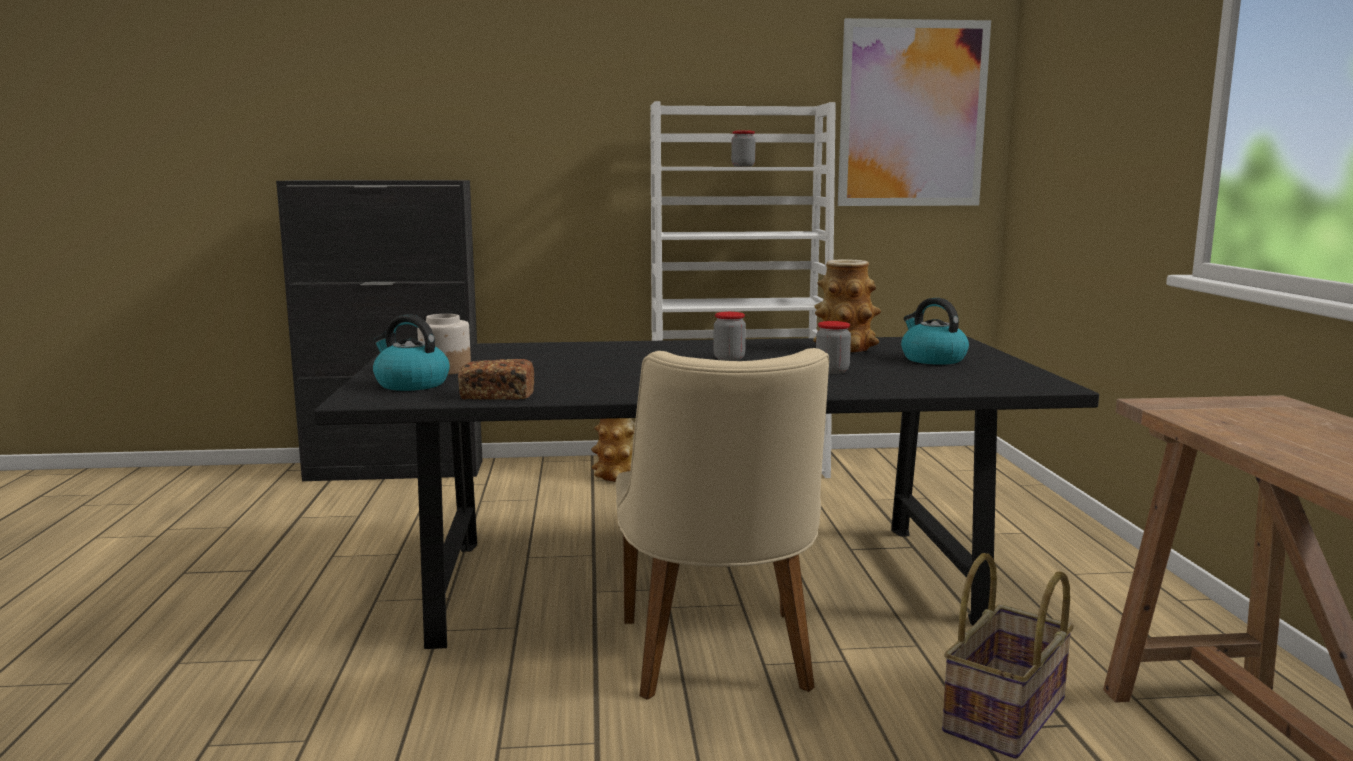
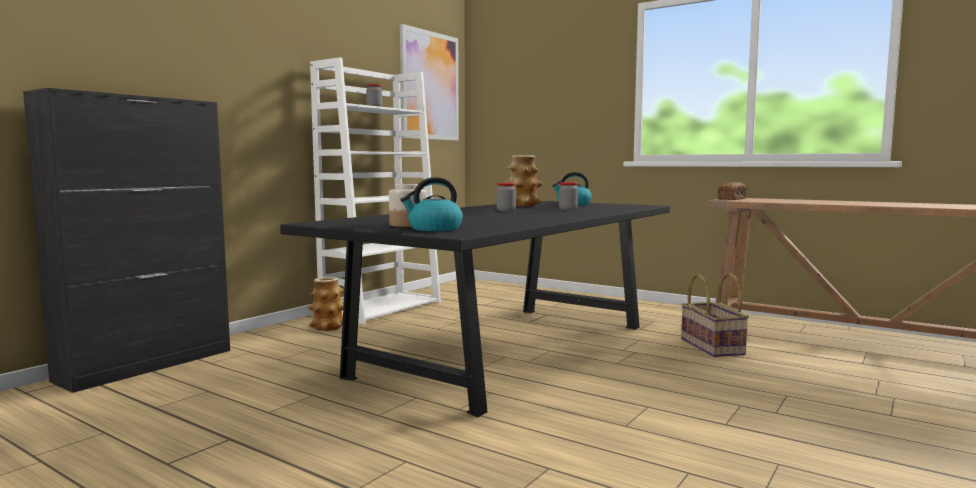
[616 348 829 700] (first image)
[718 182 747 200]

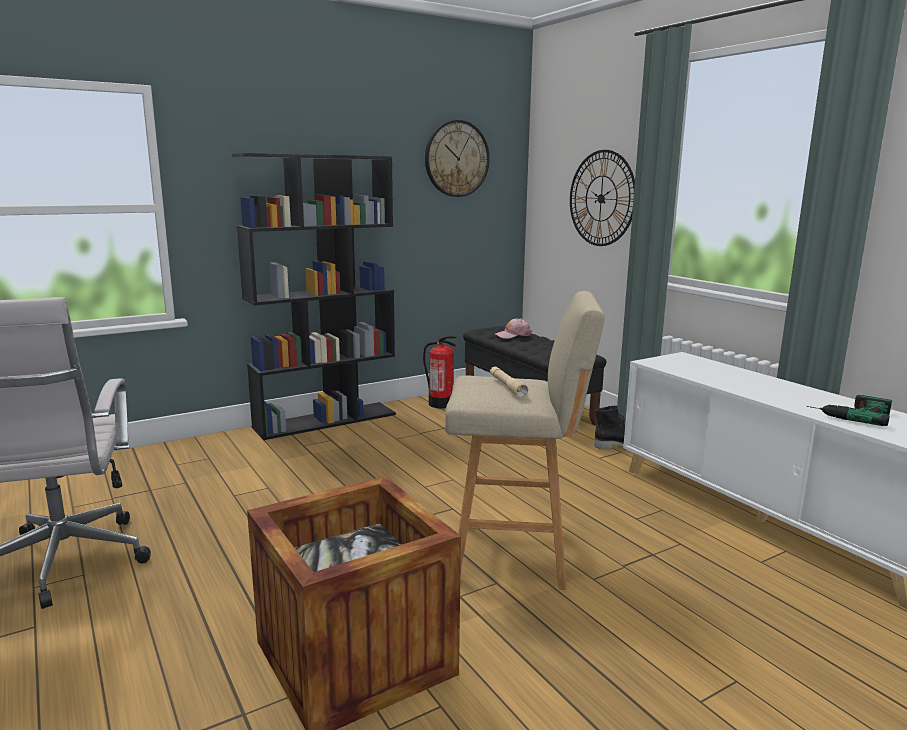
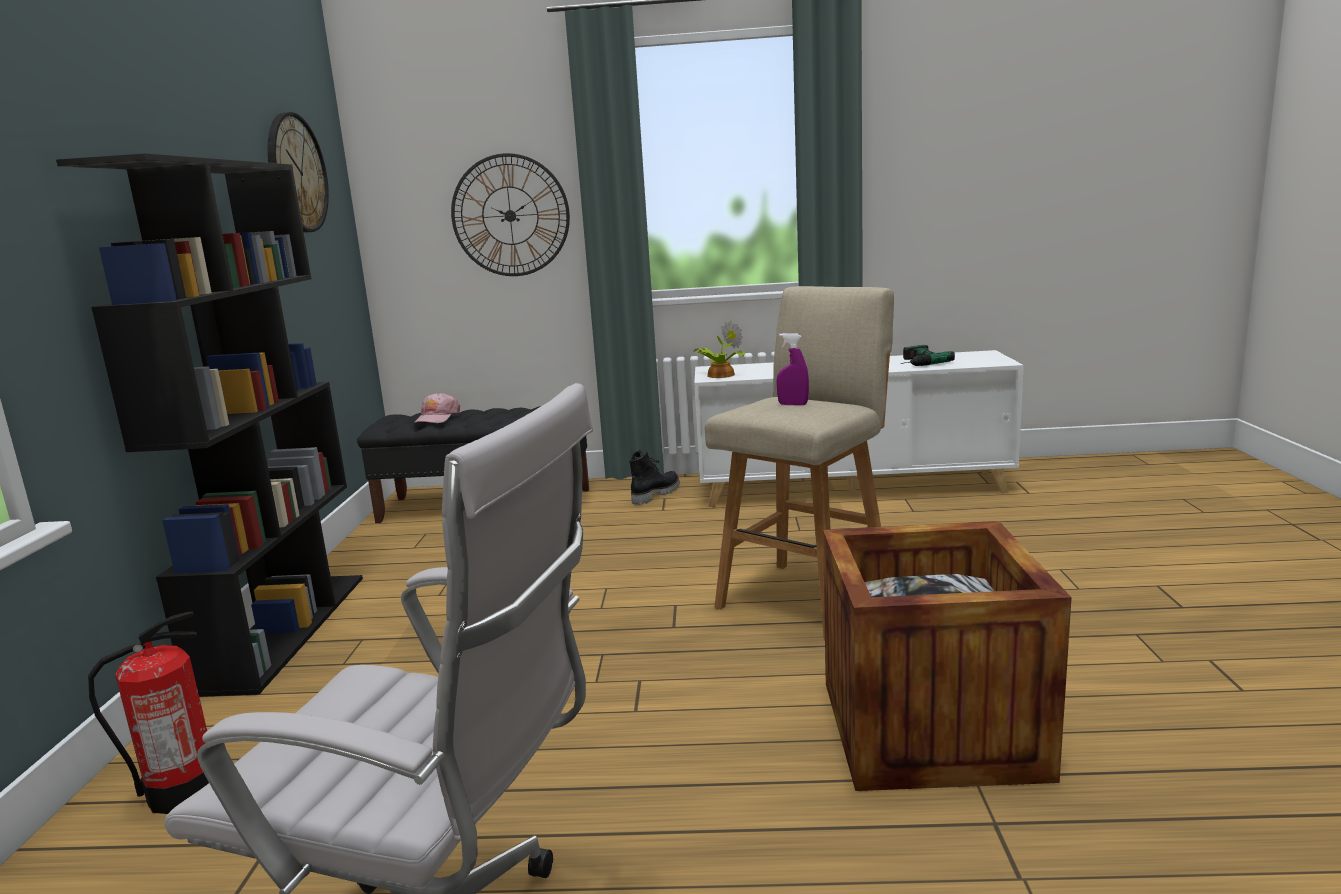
[693 320 745 378]
[88 611 209 814]
[777 333 809 405]

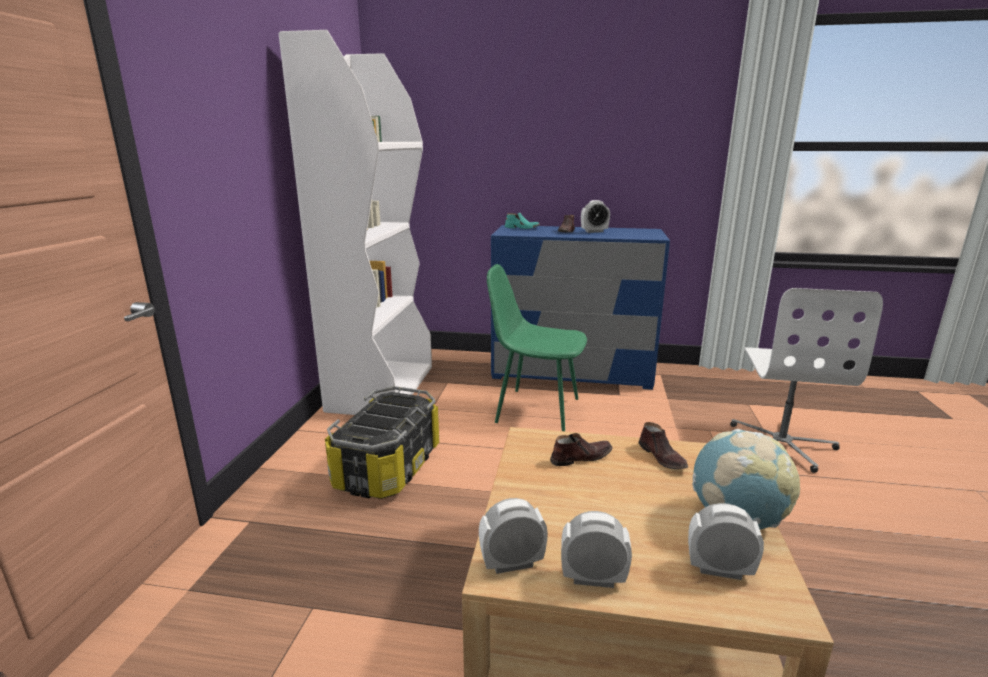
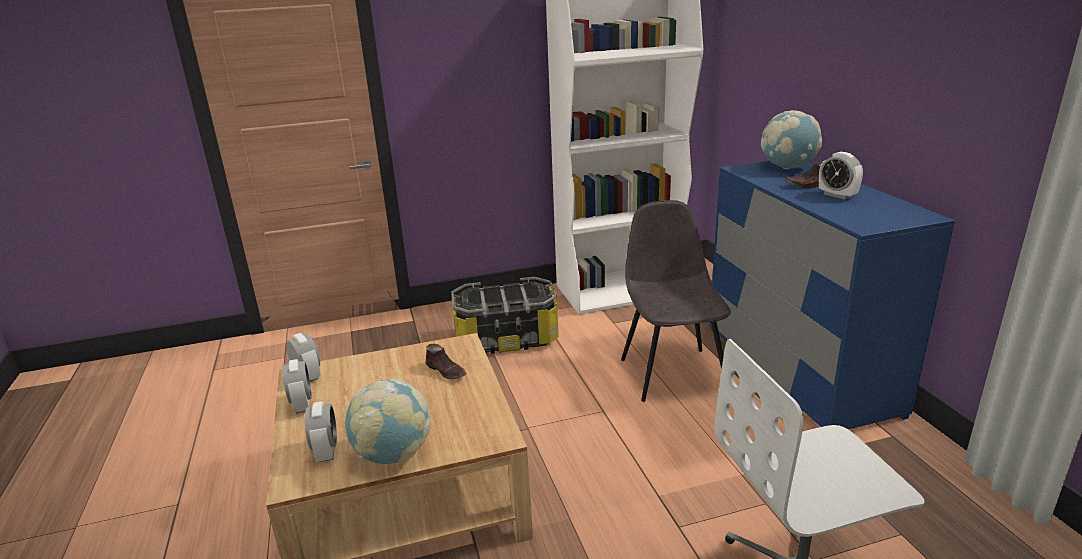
[639 422 688 469] (first image)
[761 110 822 170]
[621 200 731 402]

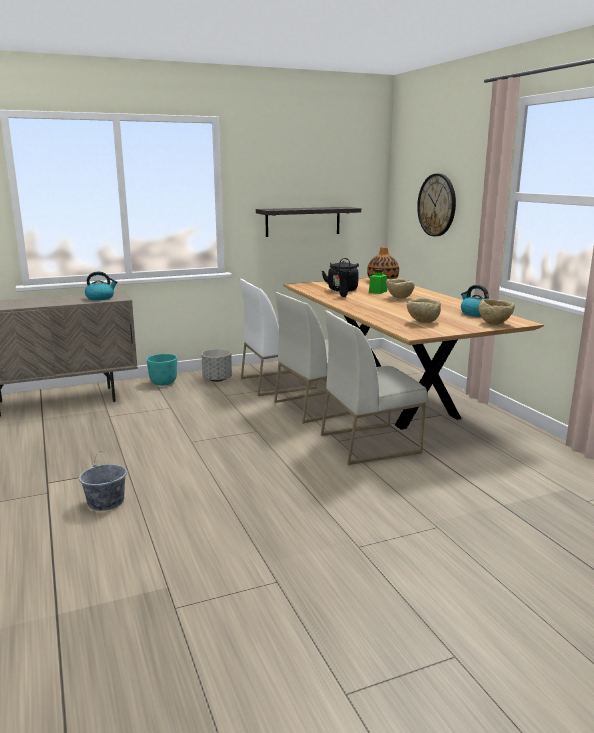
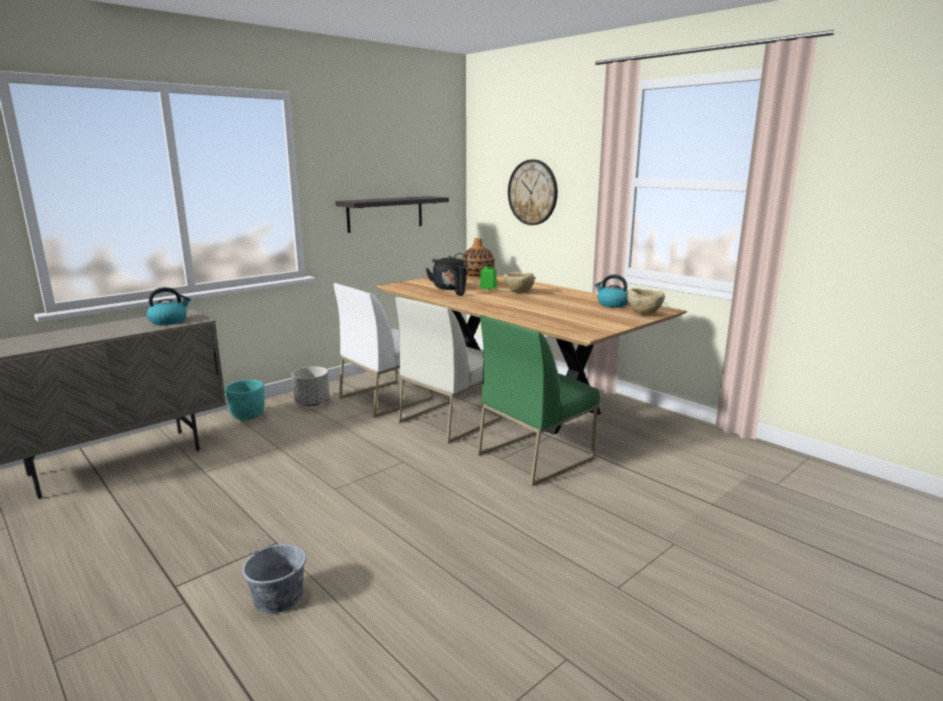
[407 298 441 323] (first image)
[477 315 600 486]

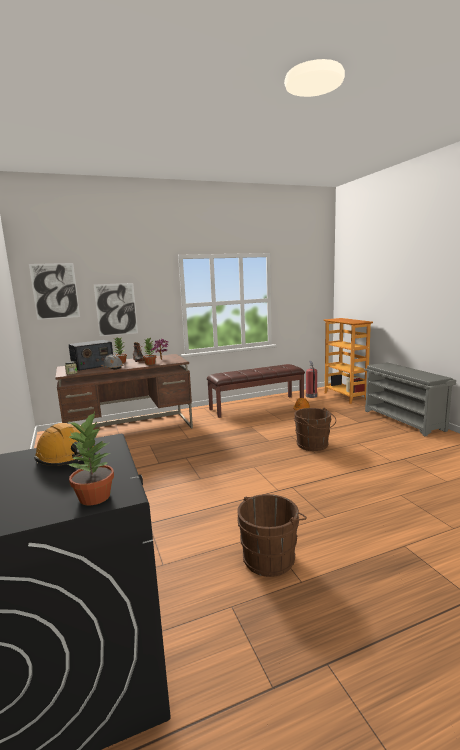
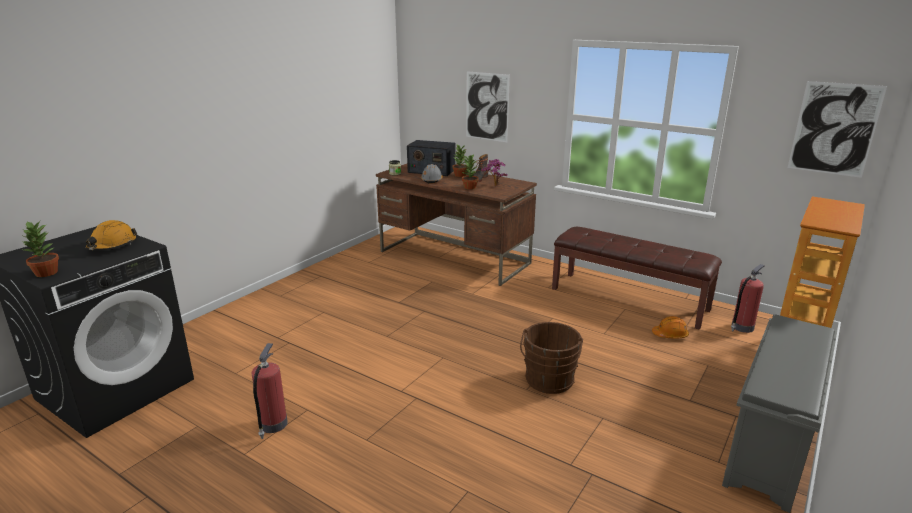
[788 81 887 178]
[252 343 288 439]

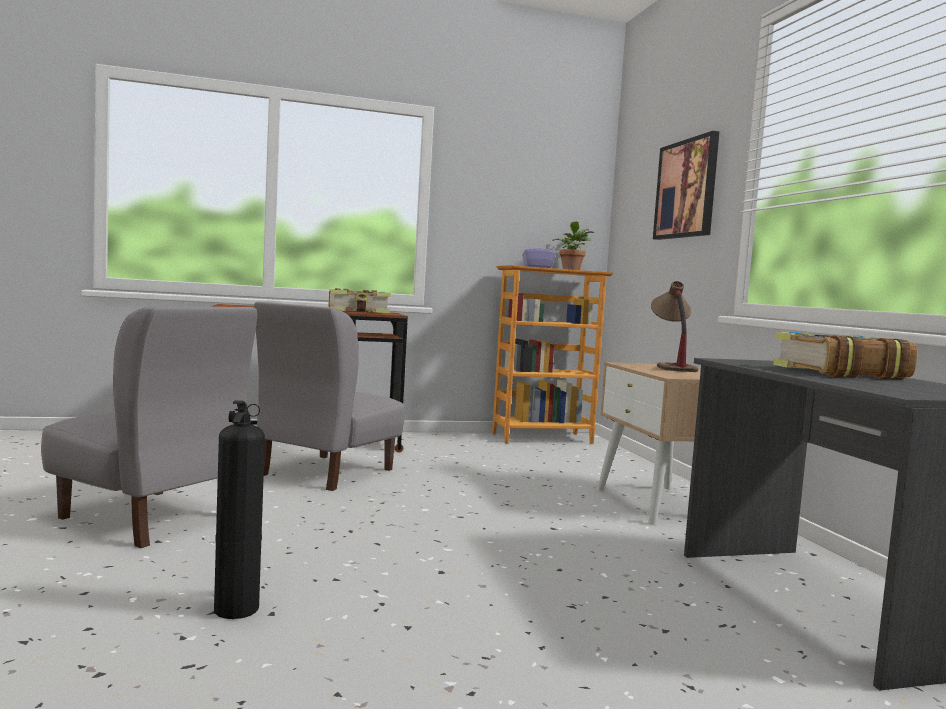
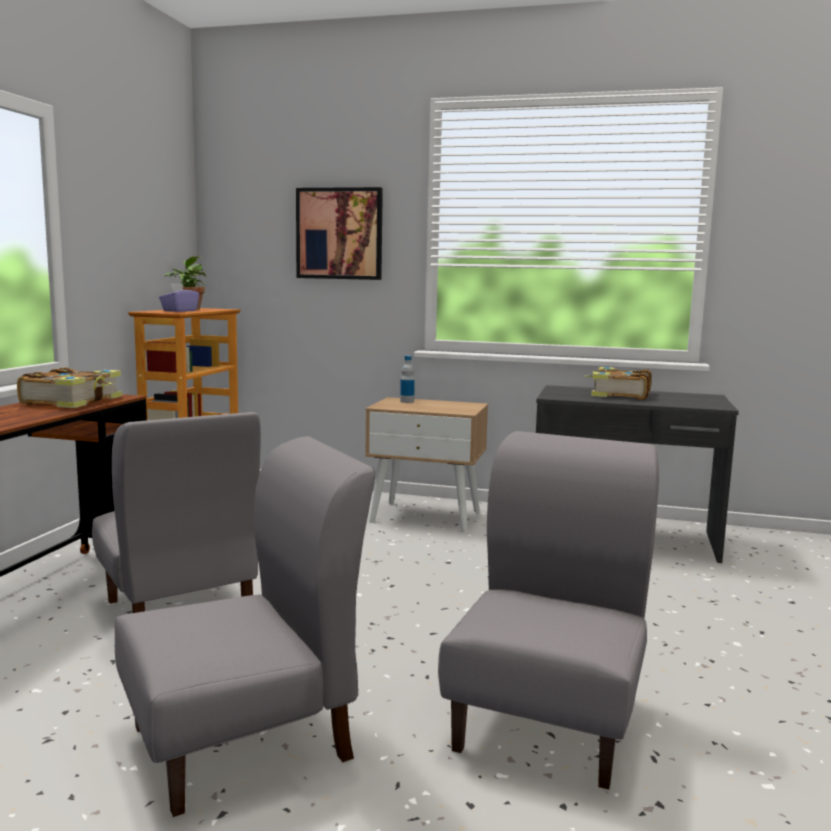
[438 431 659 790]
[400 355 415 403]

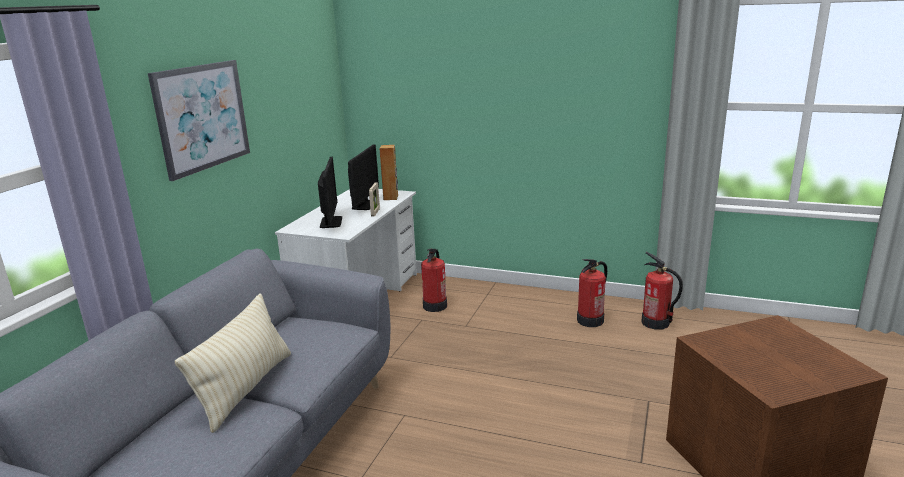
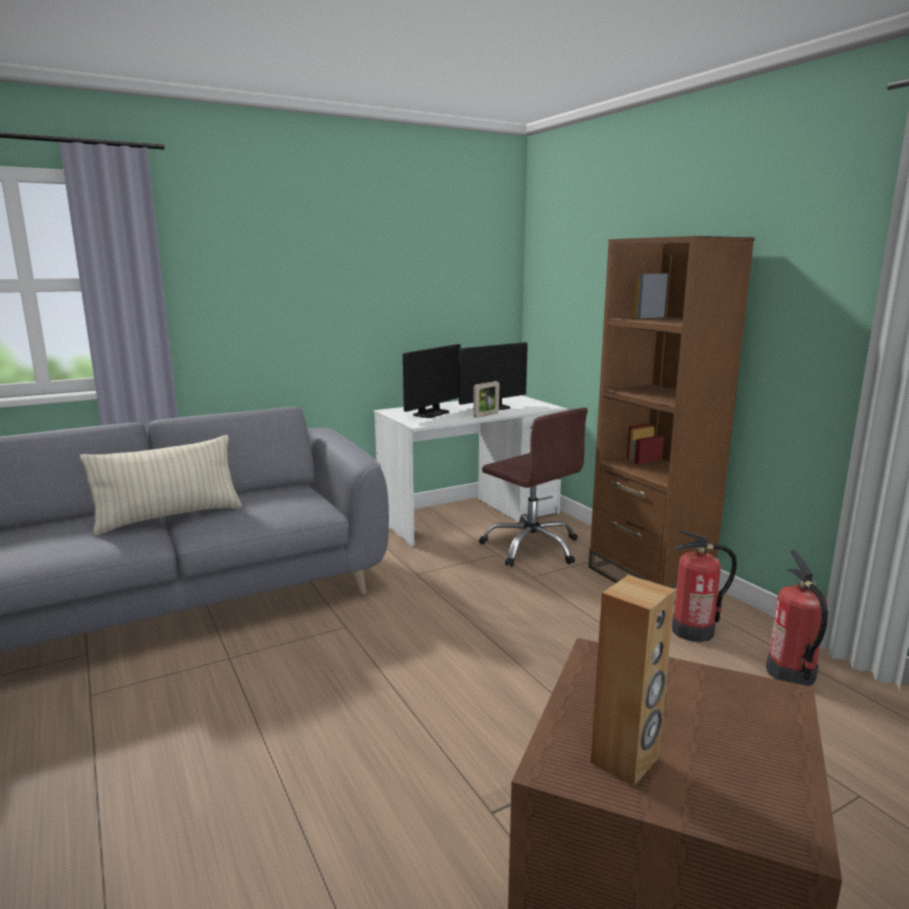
[148 60 250 181] (first image)
[589 236 755 605]
[591 575 675 786]
[479 408 588 567]

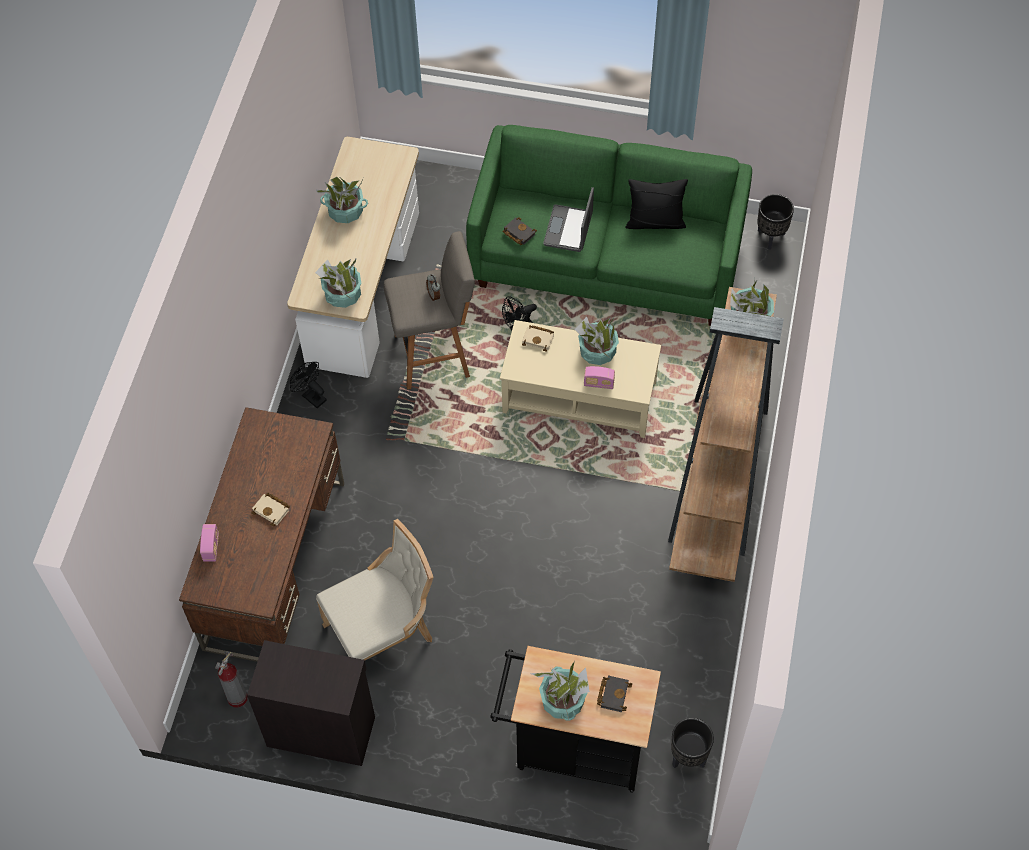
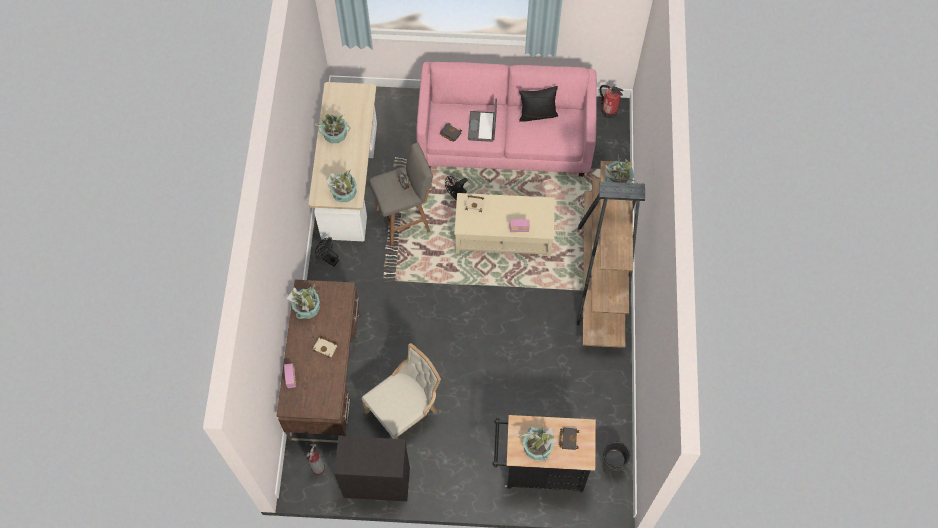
[287 283 320 319]
[600 85 624 118]
[416 62 597 177]

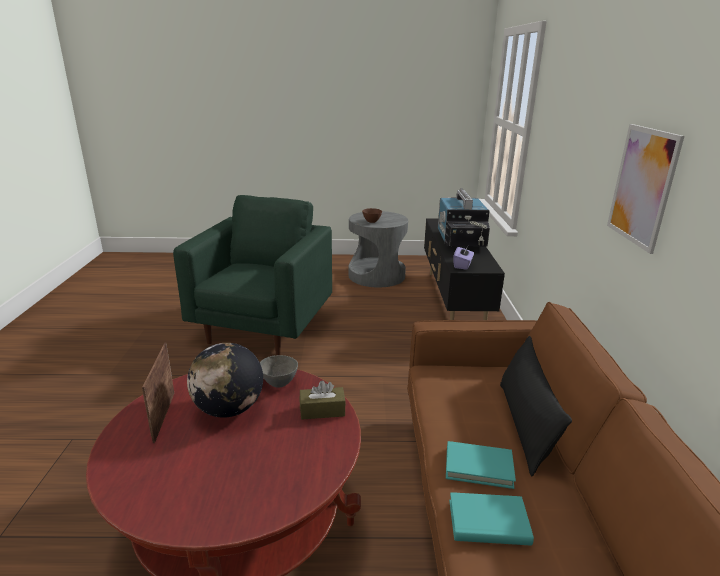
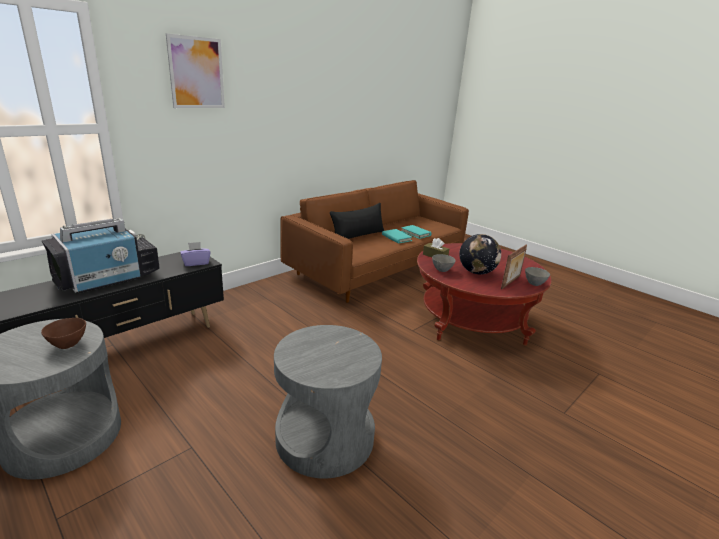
[525 267 550 286]
[166 33 225 108]
[274 325 382 479]

